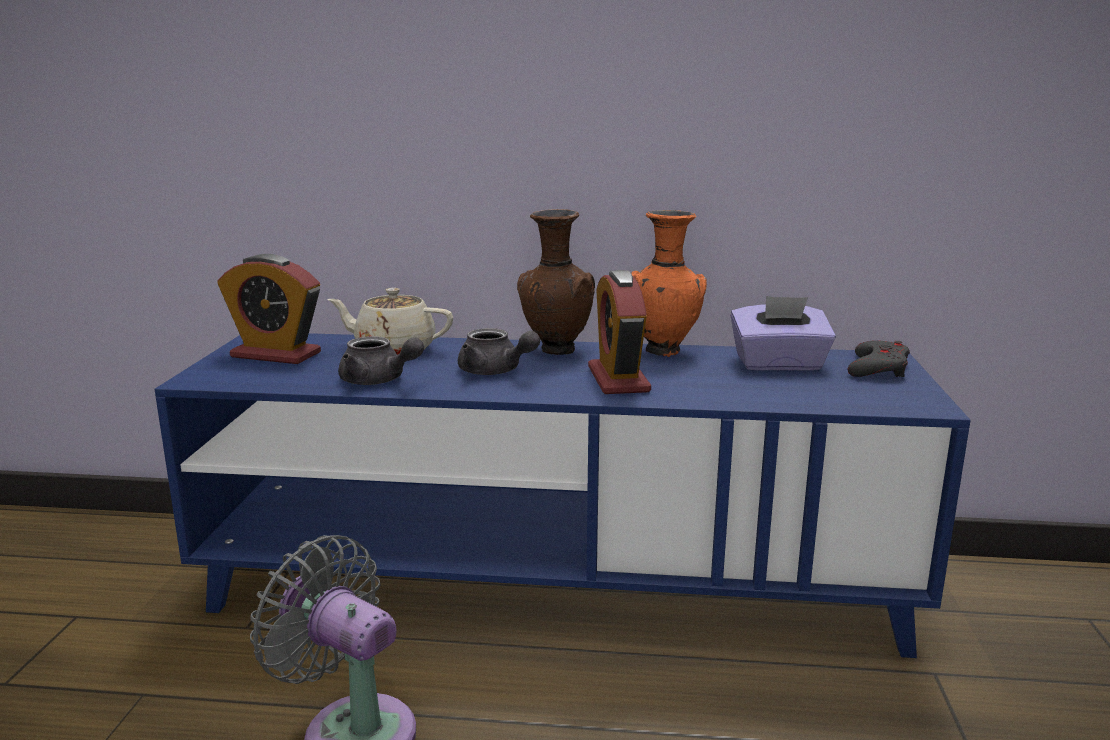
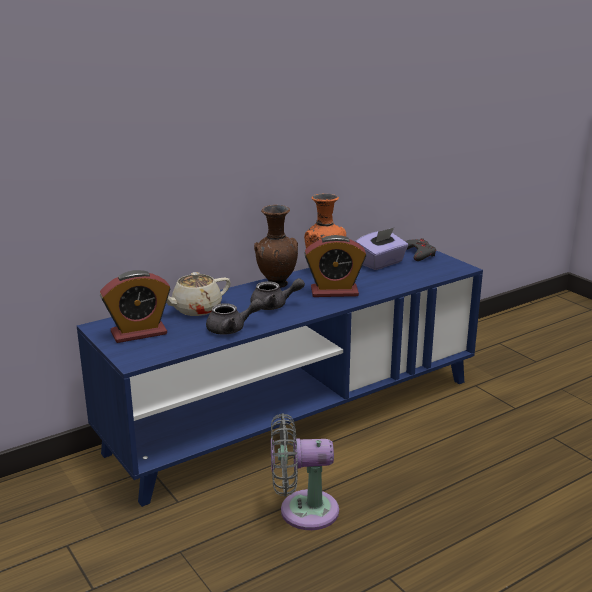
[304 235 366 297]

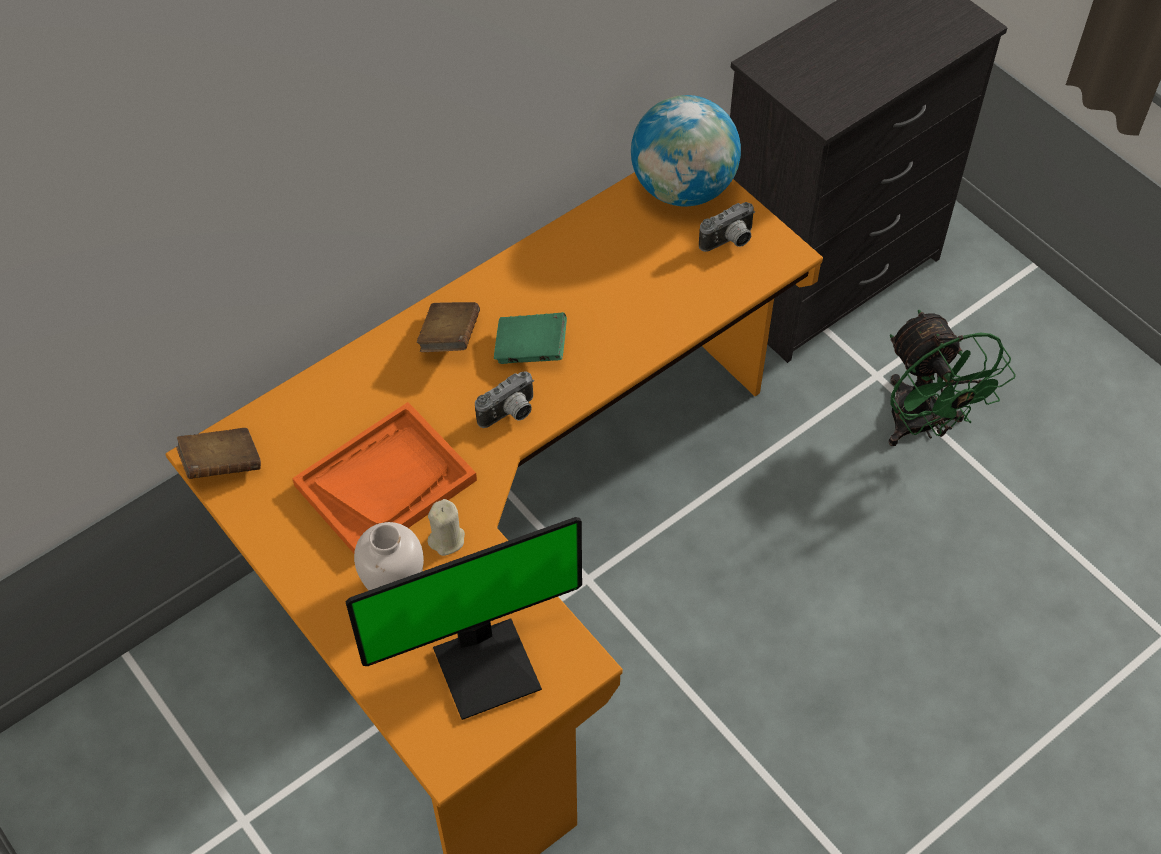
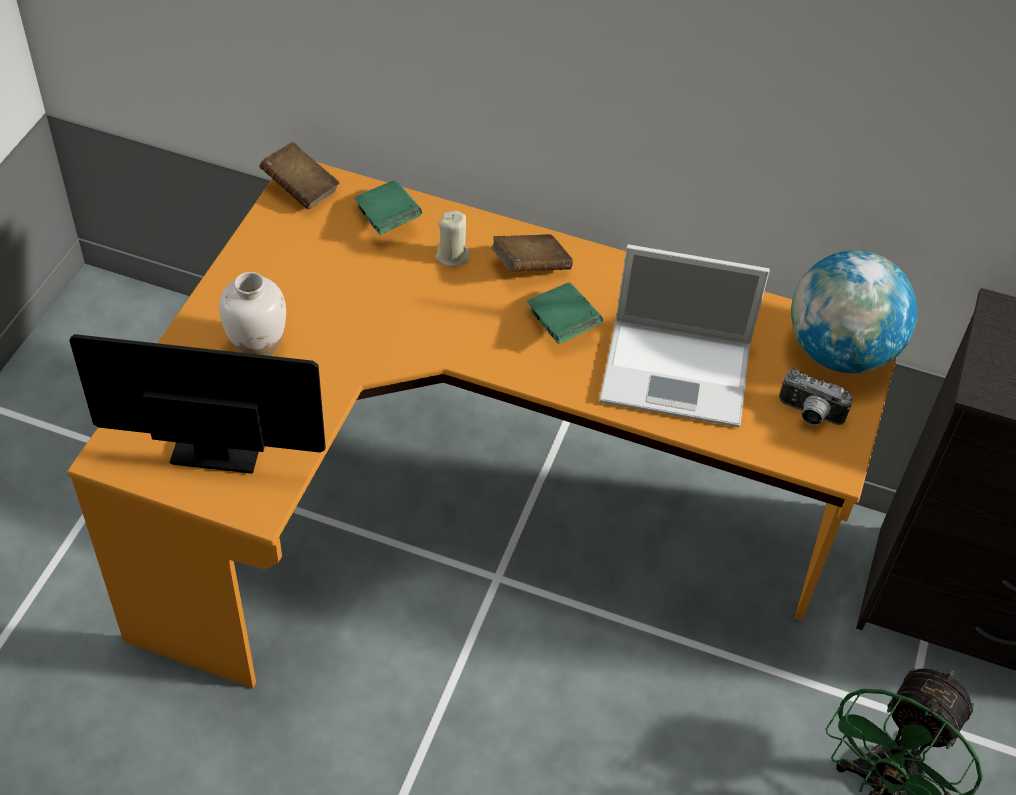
[292 402 477 553] (first image)
[475 372 534 428] (first image)
[354 180 422 235]
[599 244 770 427]
[435 211 470 267]
[69 334 326 474]

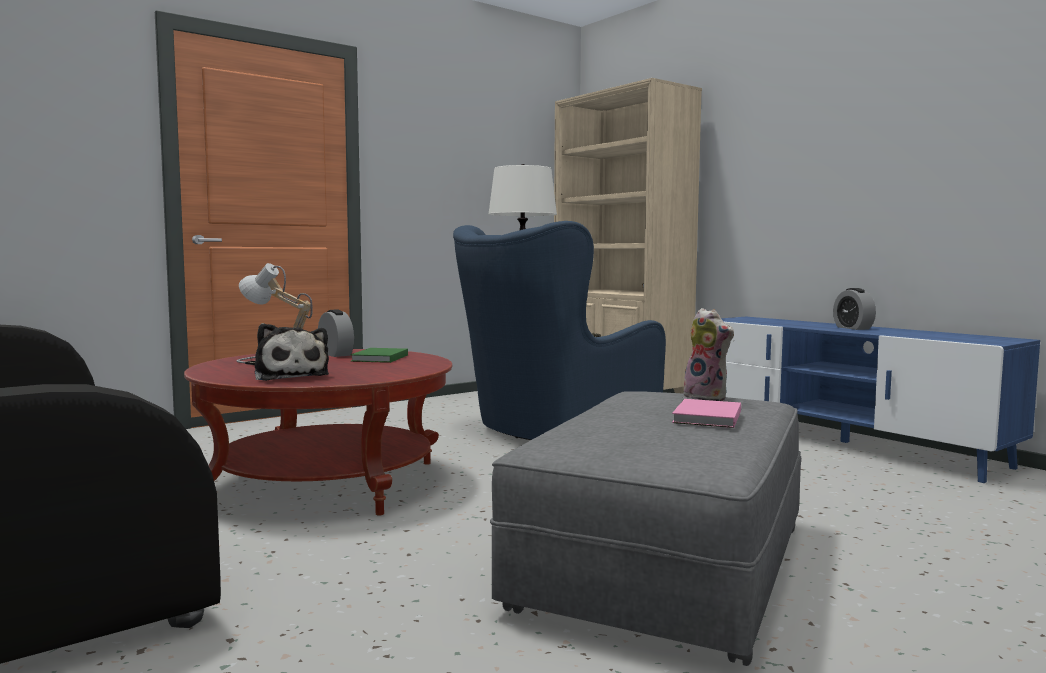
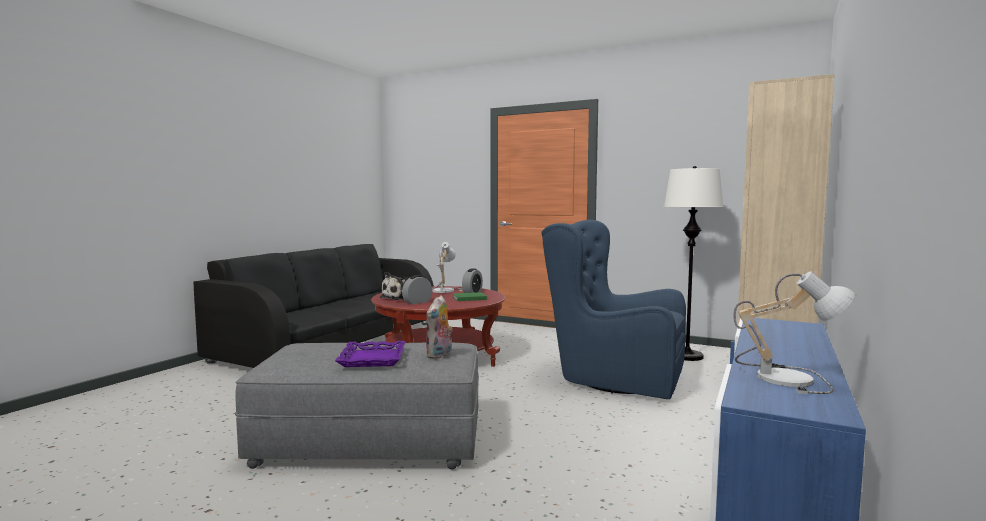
[733 271 855 395]
[402 275 432 304]
[335 341 406 367]

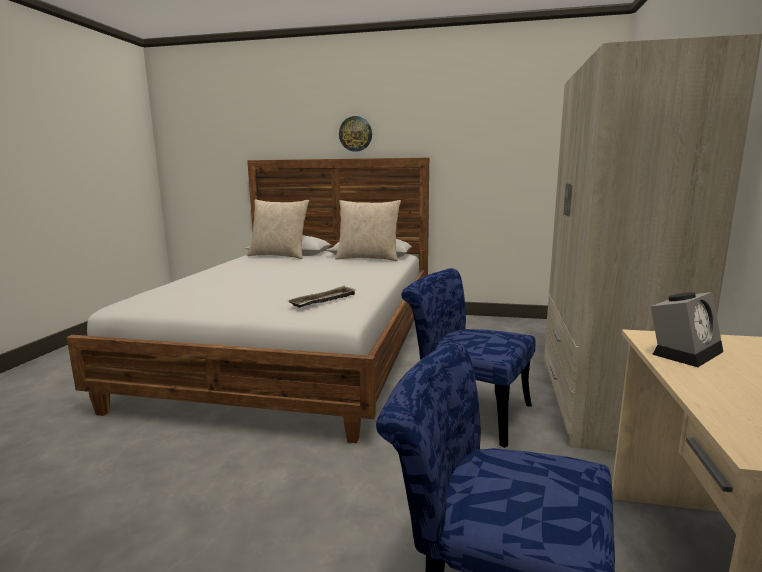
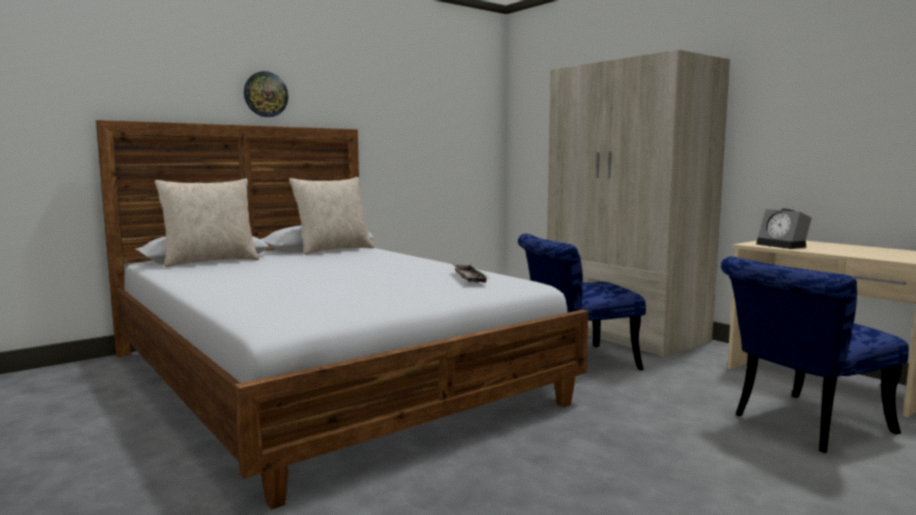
[756 209 812 249]

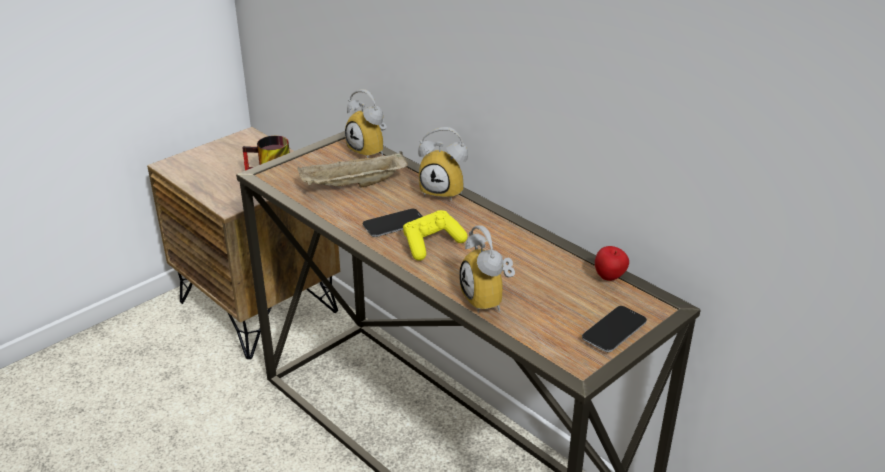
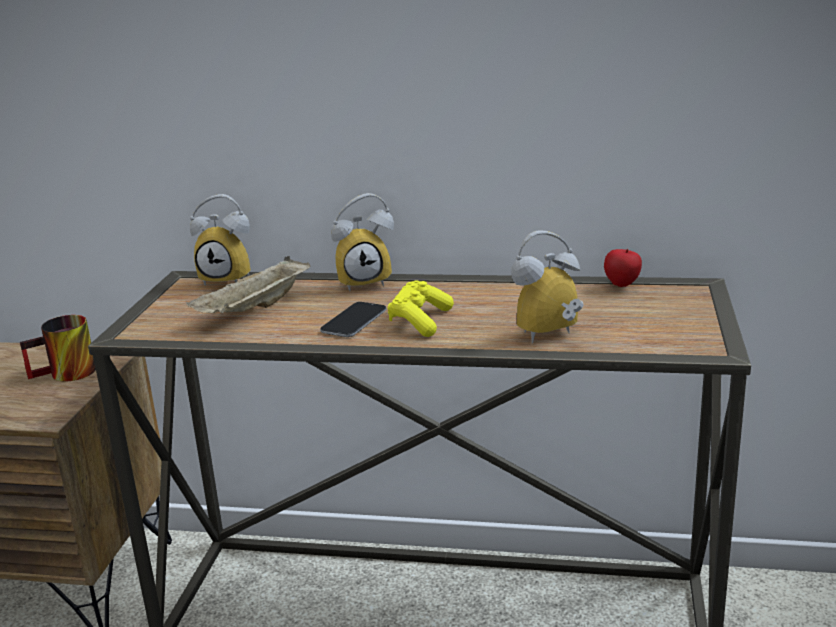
[582 306 647 352] (first image)
[511 230 584 344]

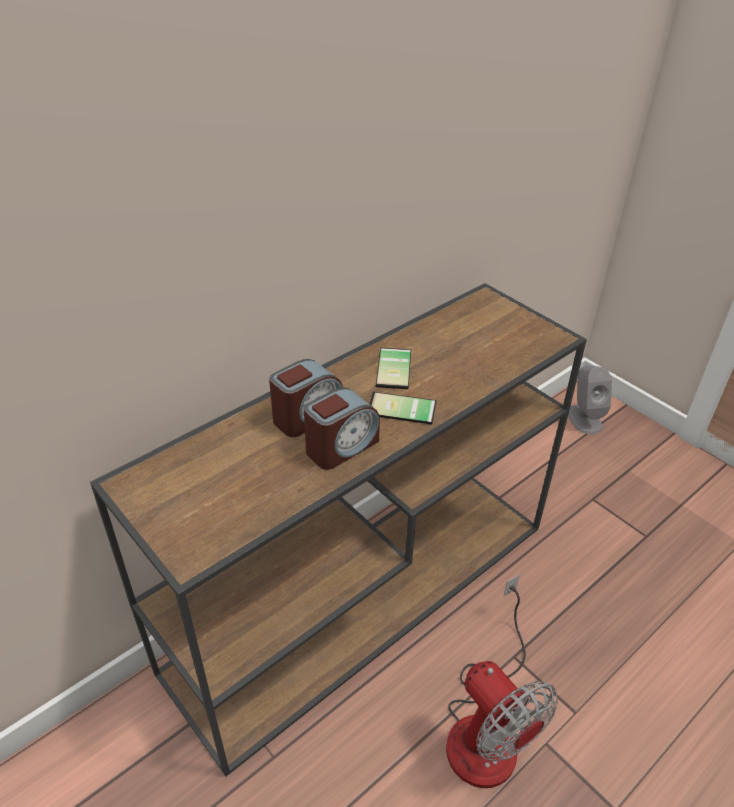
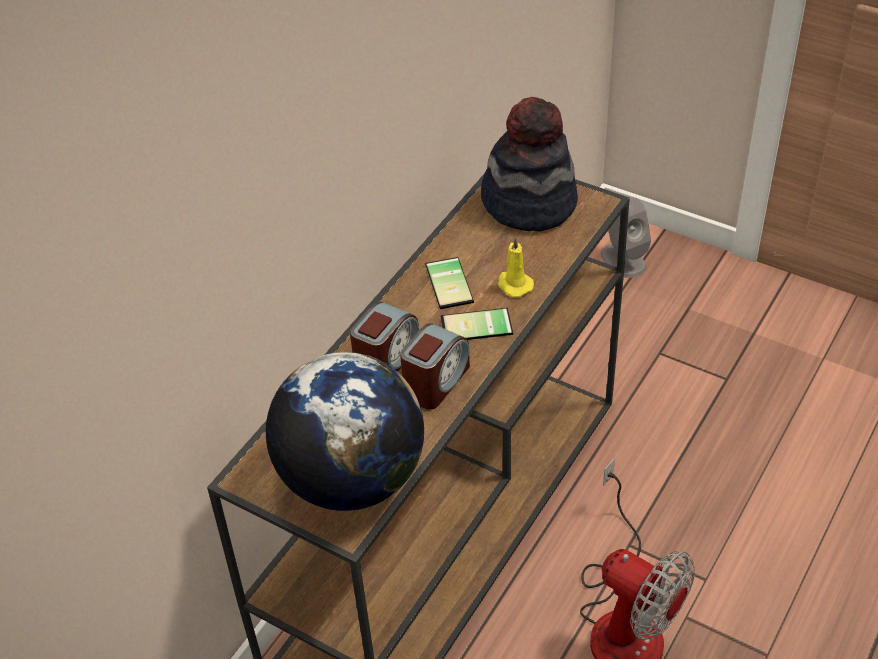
[266 352 424 511]
[481 97 578 232]
[498 236 534 297]

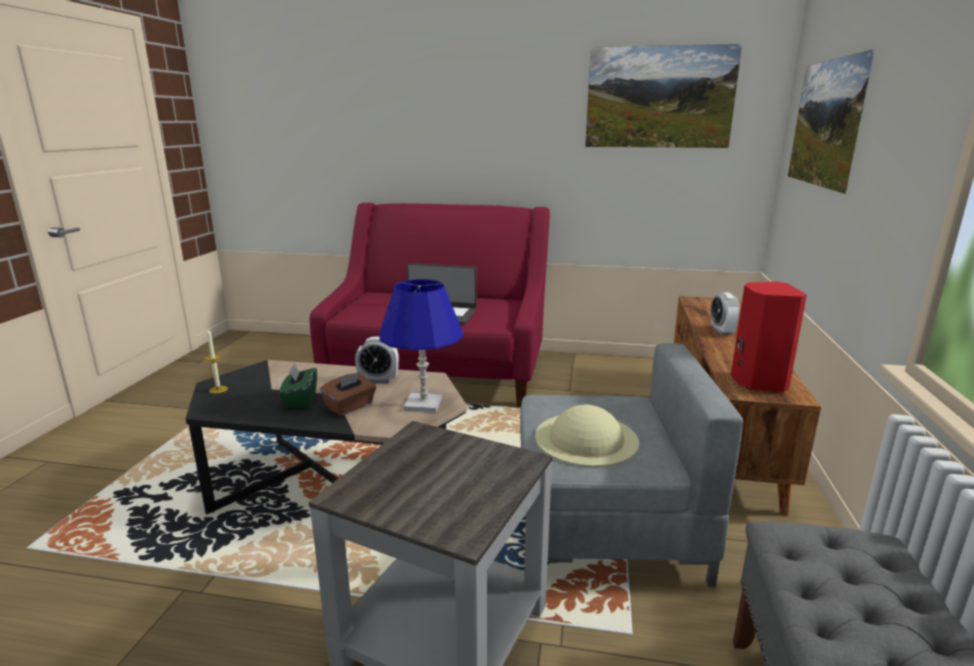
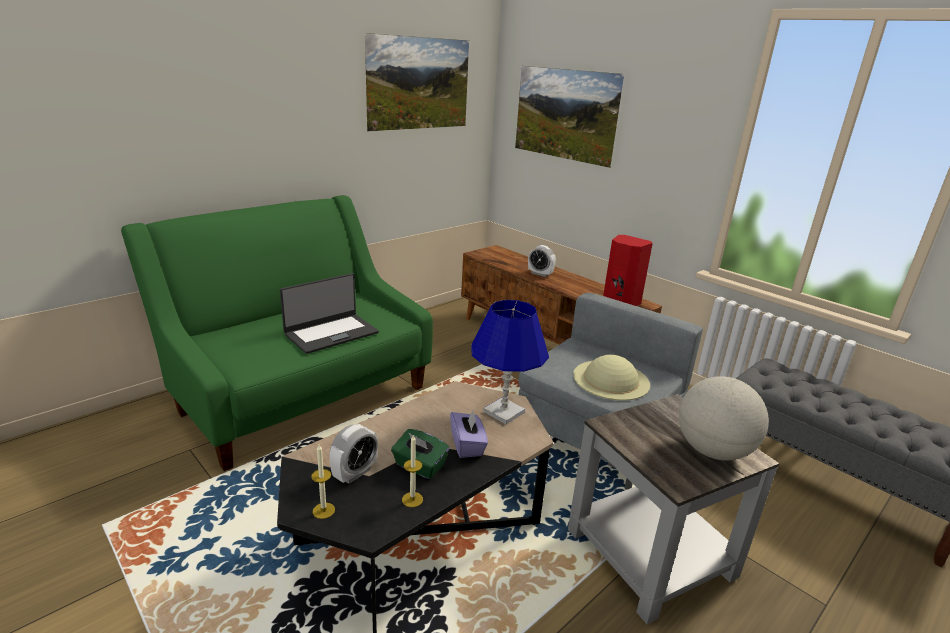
[402 434 423 507]
[679 376 769 461]
[329 424 378 484]
[121 195 433 471]
[450 410 488 458]

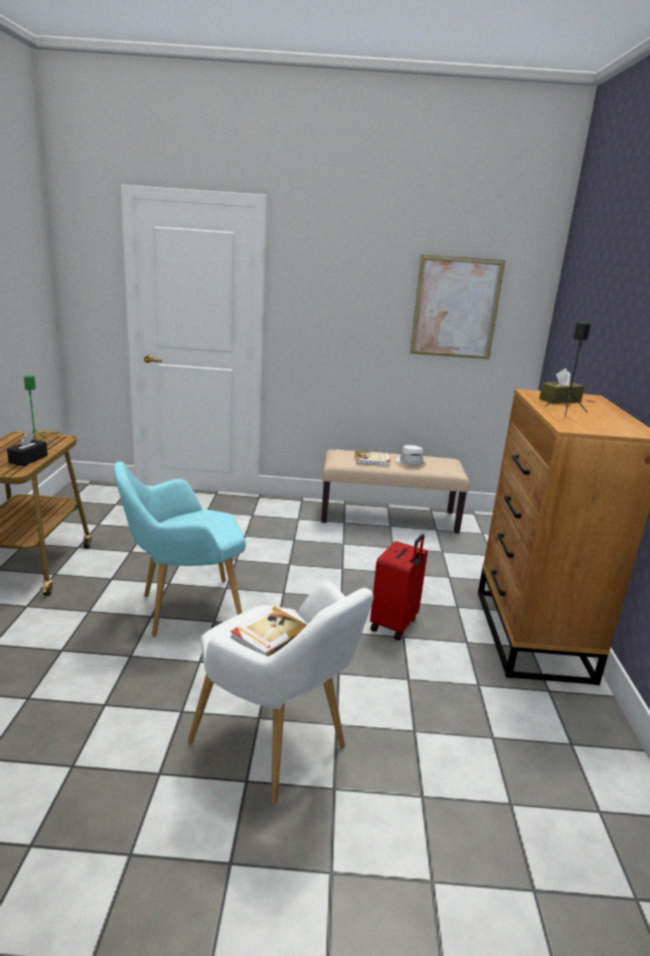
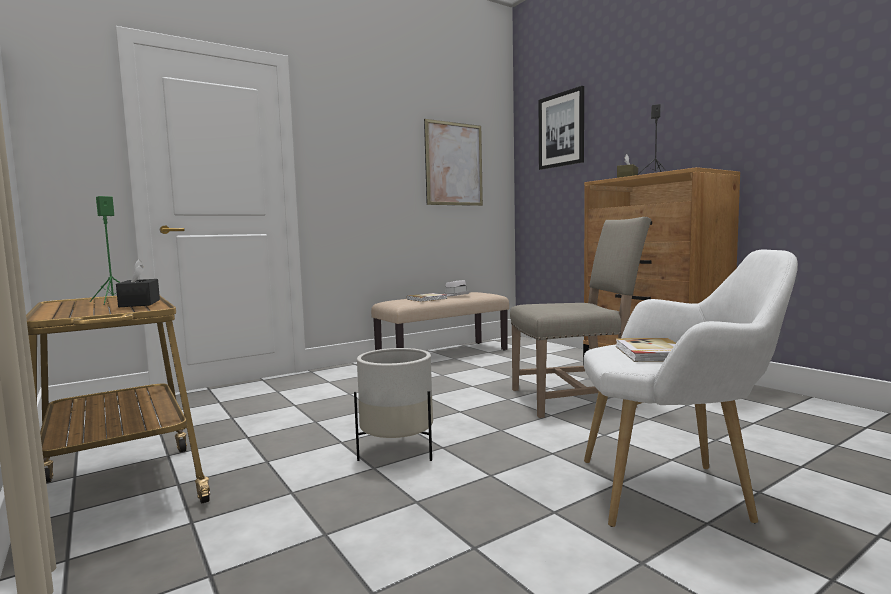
[539 86 584 170]
[354 348 433 461]
[510 217 651 418]

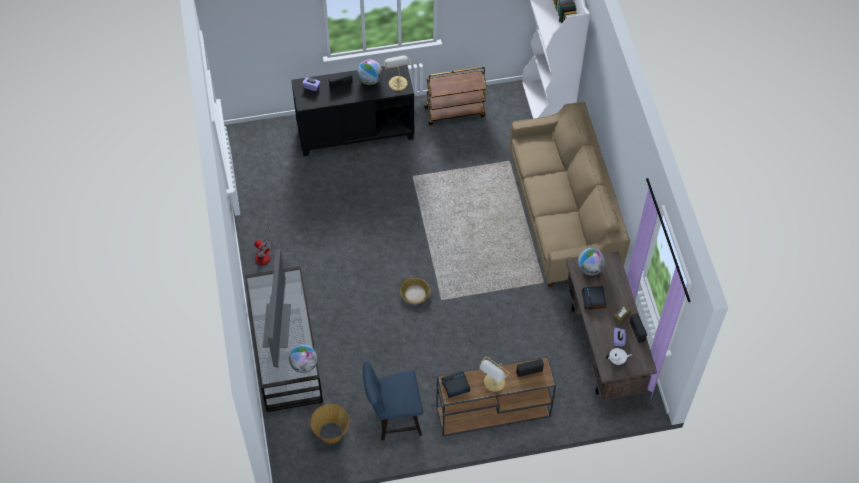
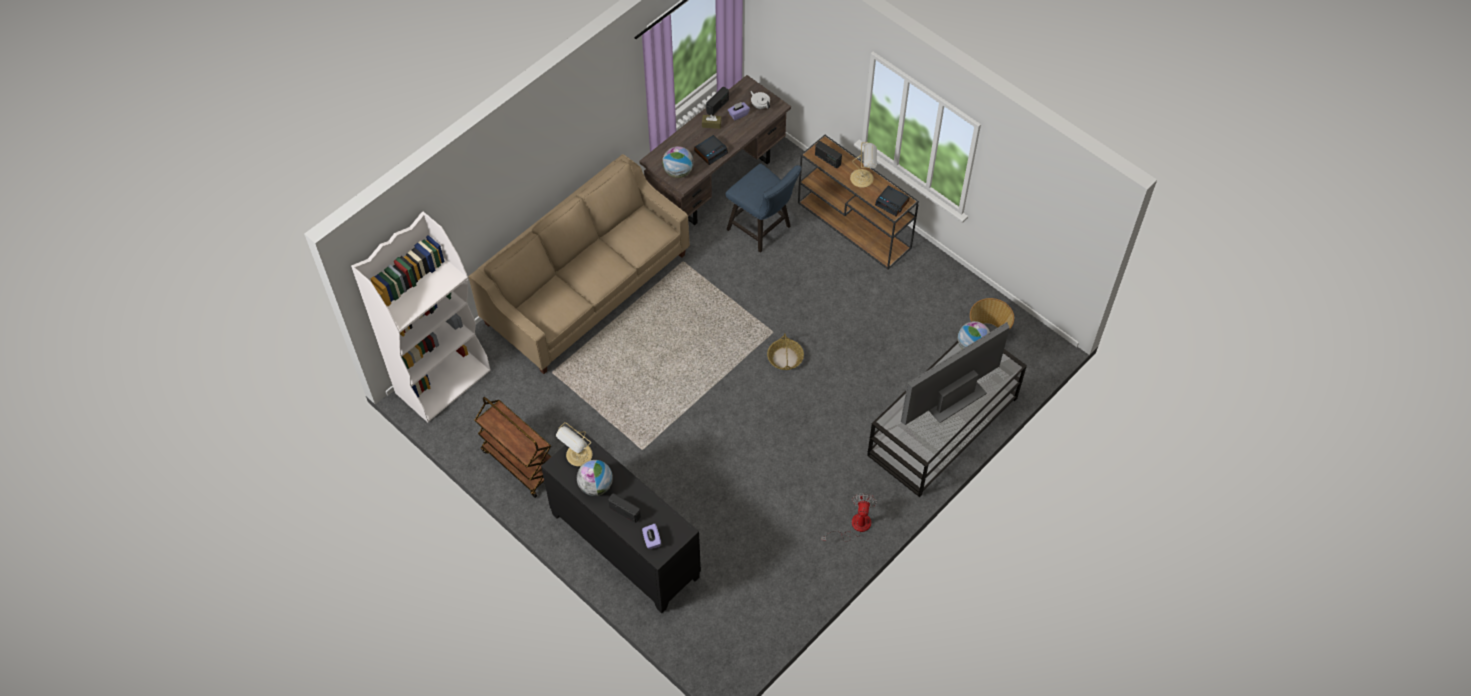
[726 164 802 253]

